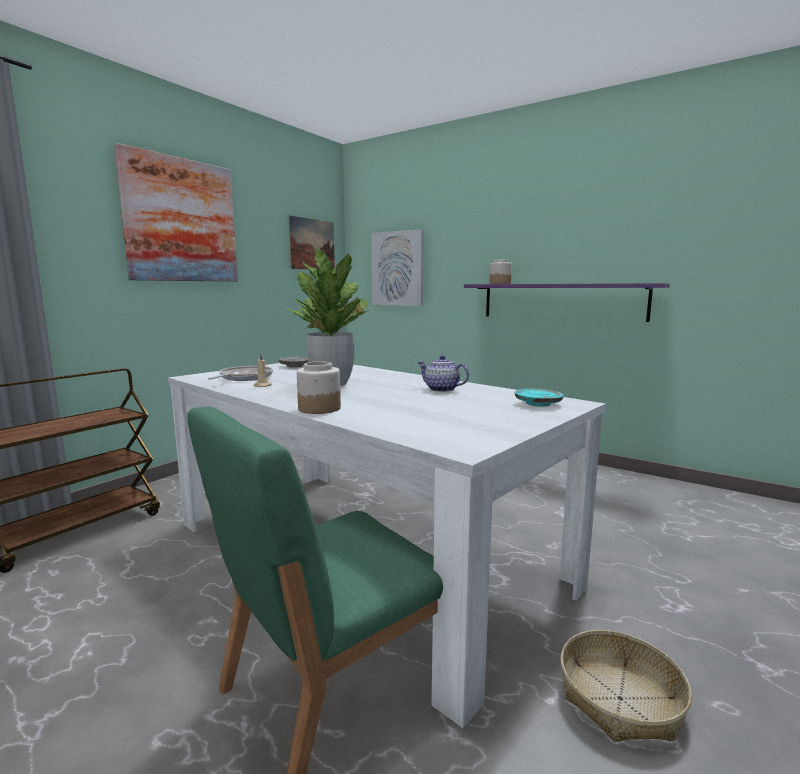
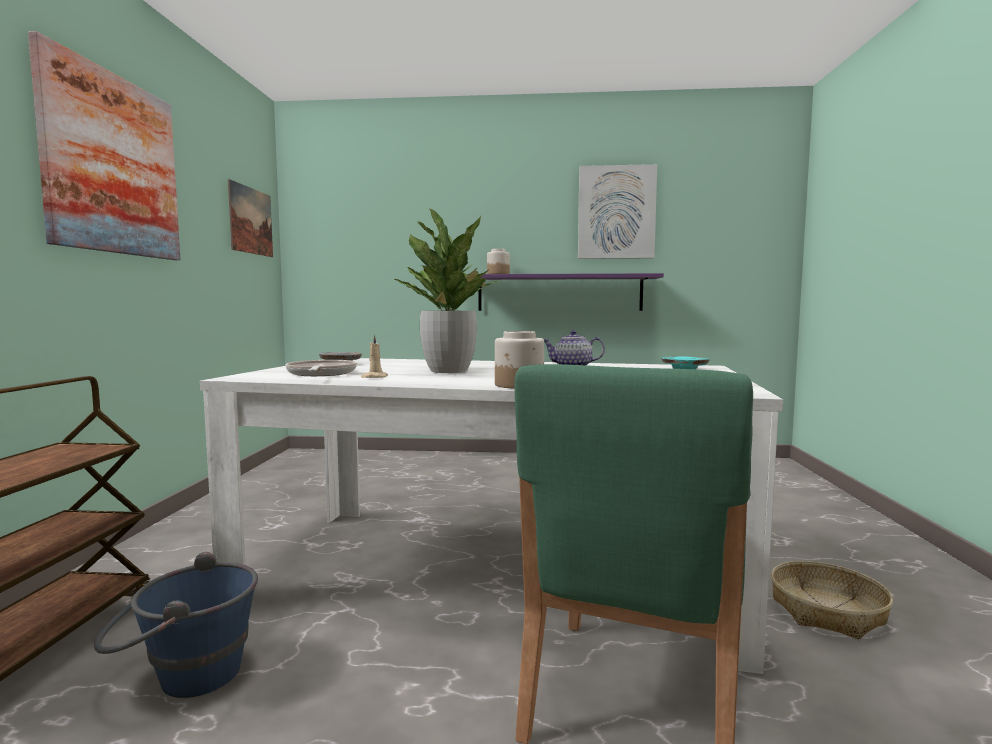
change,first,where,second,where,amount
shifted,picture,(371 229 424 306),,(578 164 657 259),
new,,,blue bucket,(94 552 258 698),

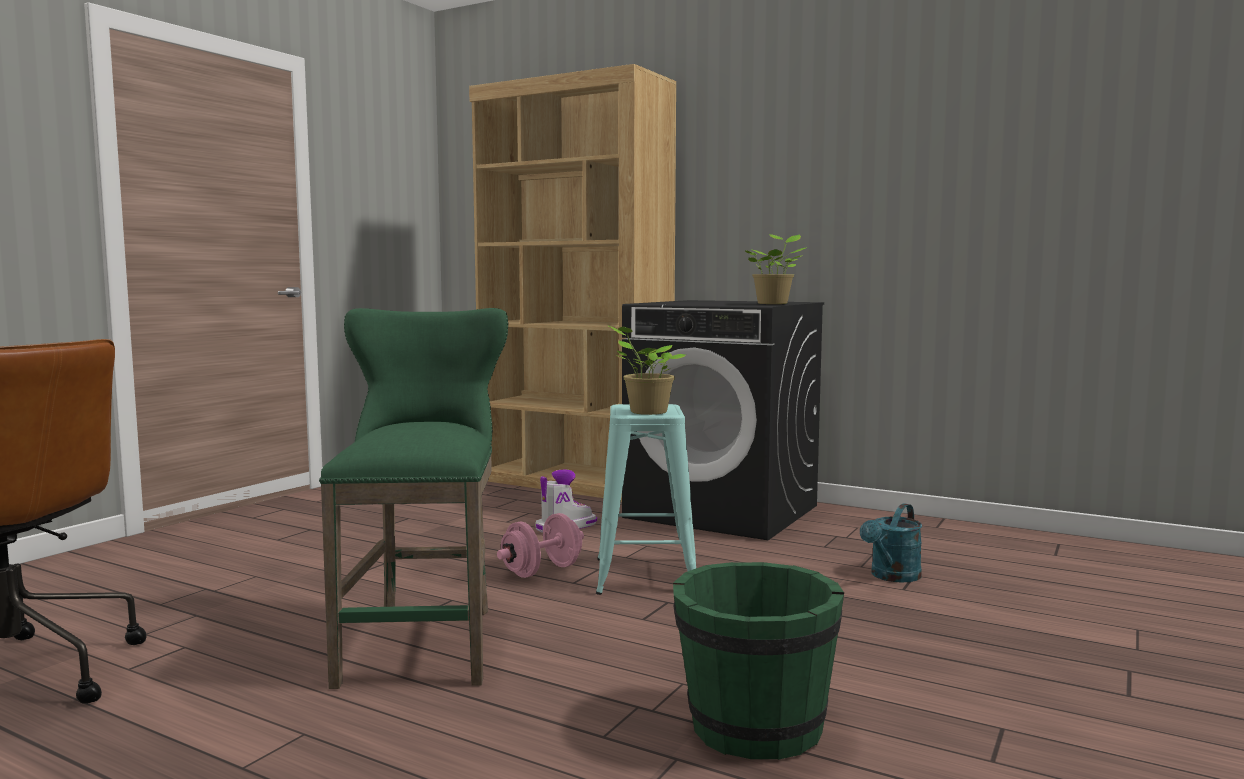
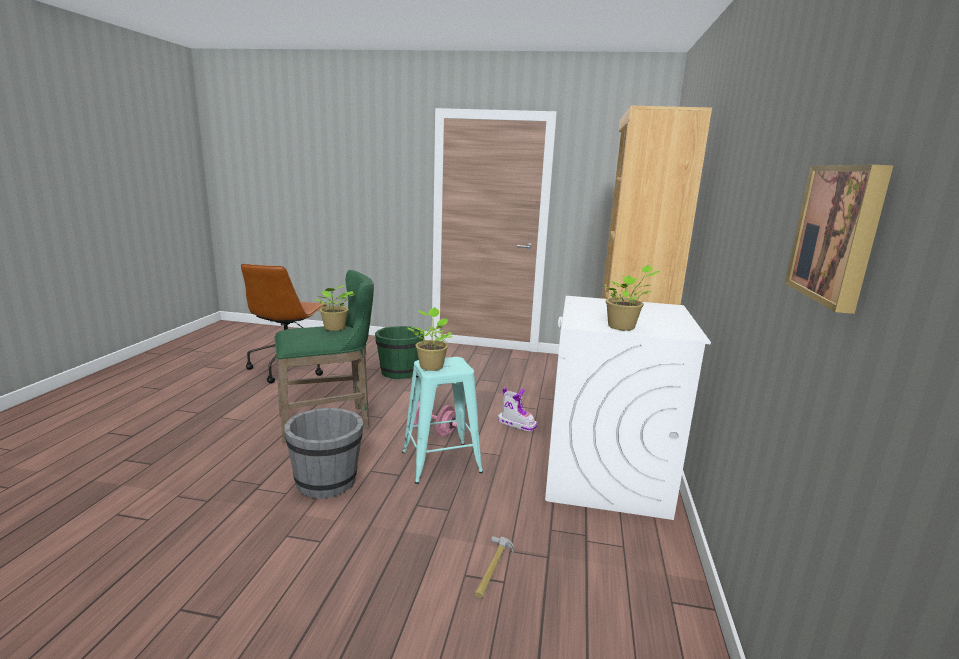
change,first,where,second,where,amount
repainted,black washing machine,(622 300 824 540),white washing machine,(545 296 711 520),
swapped,turquoise watering can,(860 503 922 583),hammer,(475 536 514 599),
shifted,green bucket,(673 562 844 760),,(375 326 425 379),
new,,,picture,(785 165 893 314),
new,,,potted plant,(316 285 355 331),
new,,,grey bucket,(285 408 364 499),

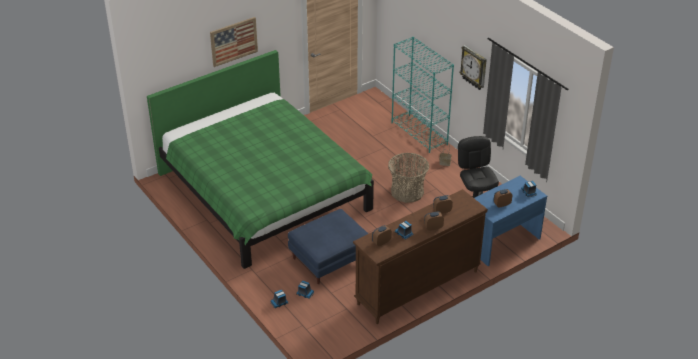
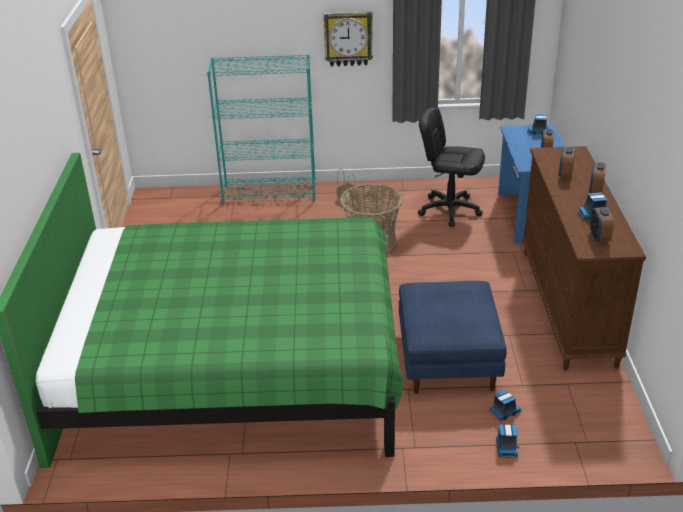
change,first,where,second,where,amount
gone,picture,(210 17 258 67),,,

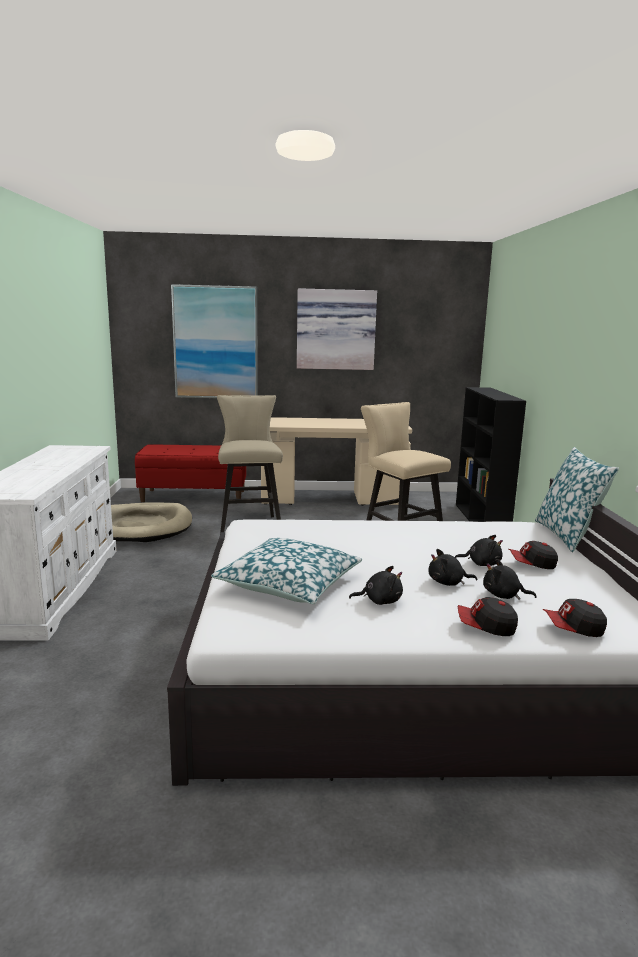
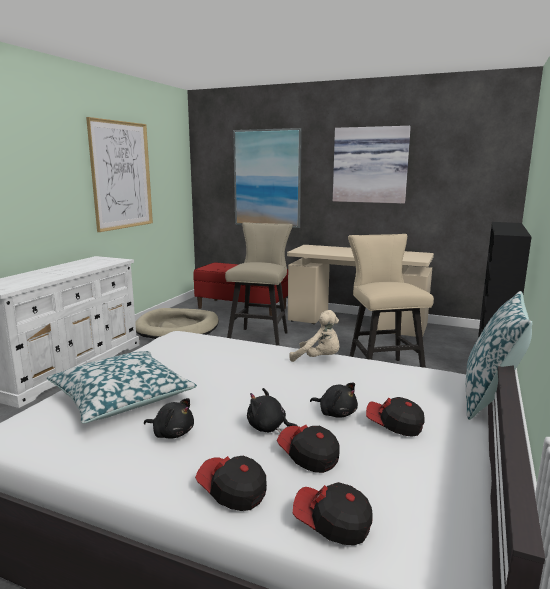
change,first,where,second,where,amount
swapped,black plush toy,(483 559 537 600),cap,(277 425 339 473),
new,,,picture,(86 117 153 232),
new,,,beige plush toy,(289 310 340 362),

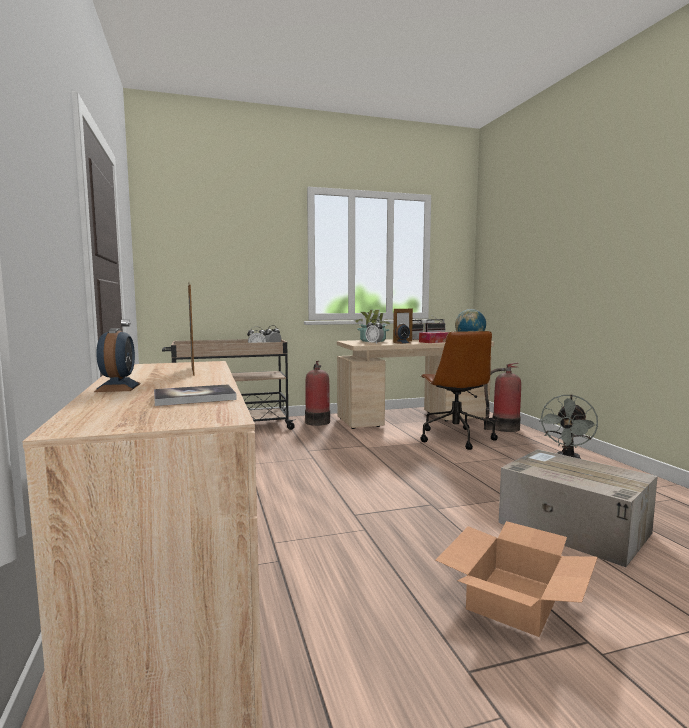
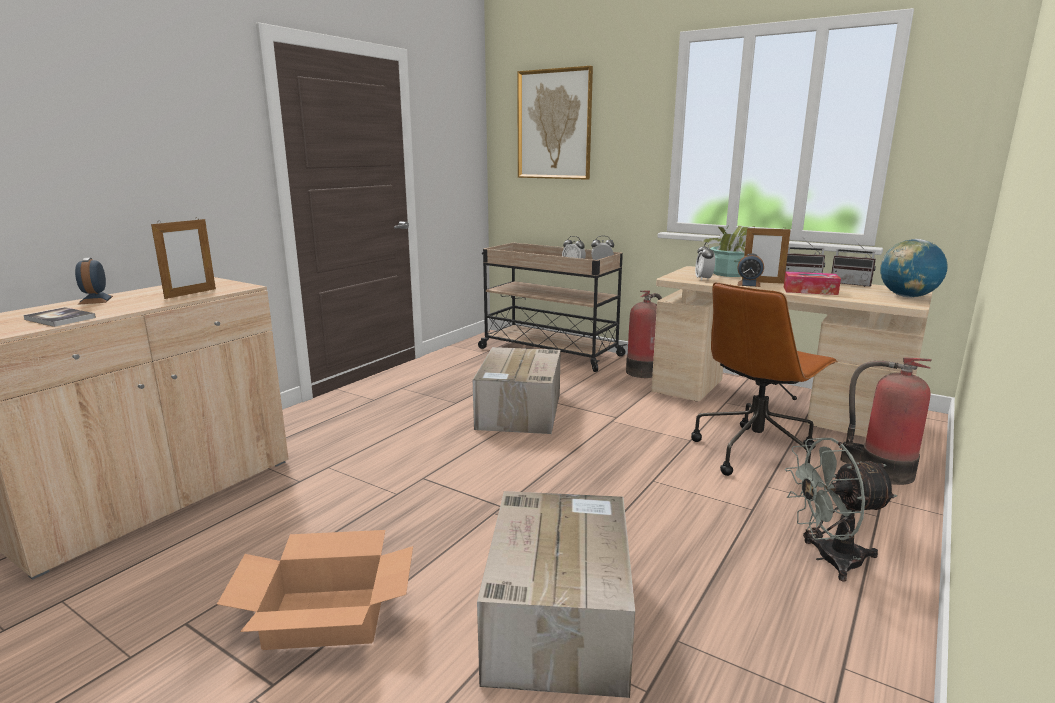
change,first,where,second,where,amount
rotated,alarm clock,(94 328 141 392),,(75 258 113 305),120 degrees clockwise
new,,,picture,(517 66 593 180),
new,,,cardboard box,(473 347 561 434),

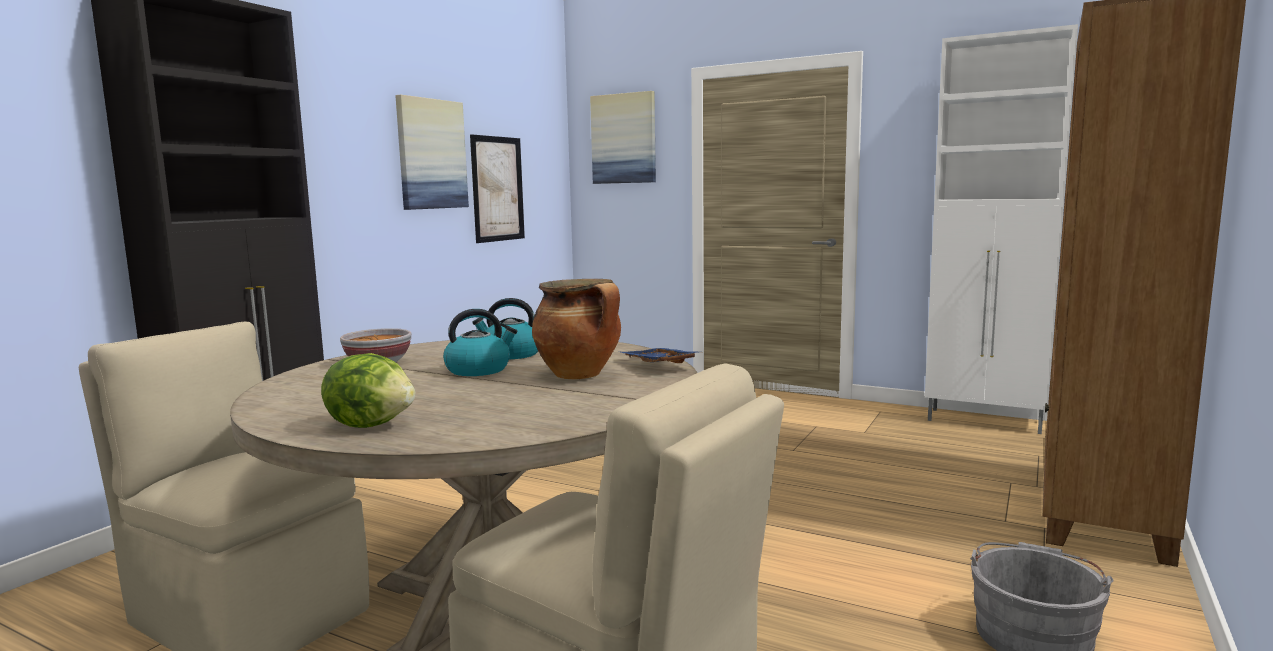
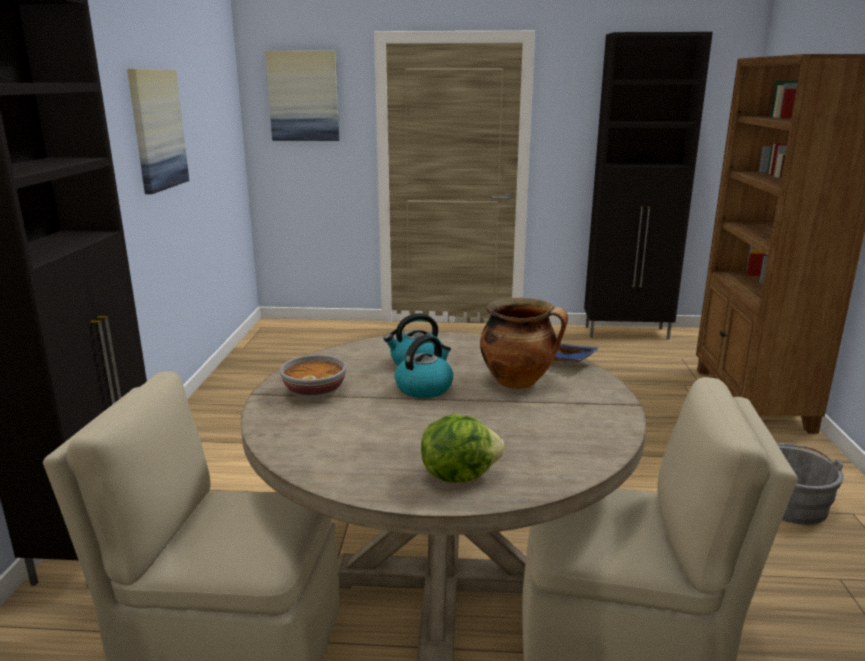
change,first,where,second,where,amount
repainted,white cabinet,(925 24 1078 434),black cabinet,(584 32 713 340),
gone,picture,(470 135 525 243),,,

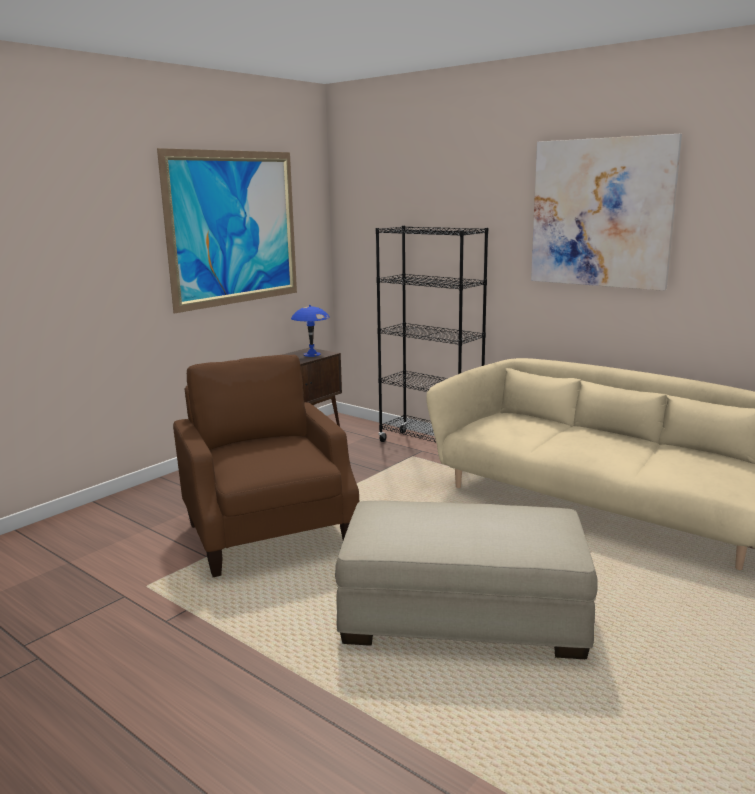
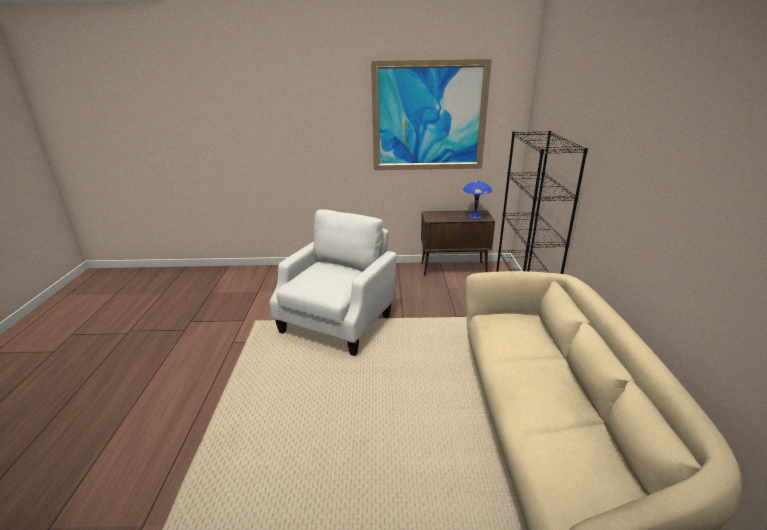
change,first,where,second,where,amount
gone,picture,(531 134 682 291),,,
repainted,brown armchair,(173 354 359 577),white armchair,(270 209 396 356),
gone,beige ottoman,(335 500 598 659),,,

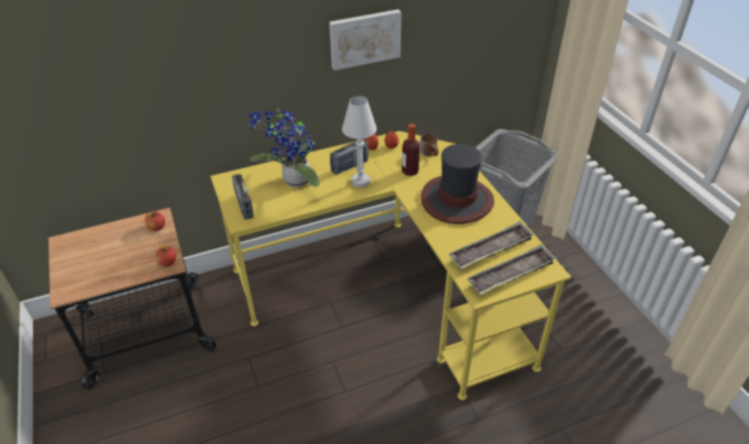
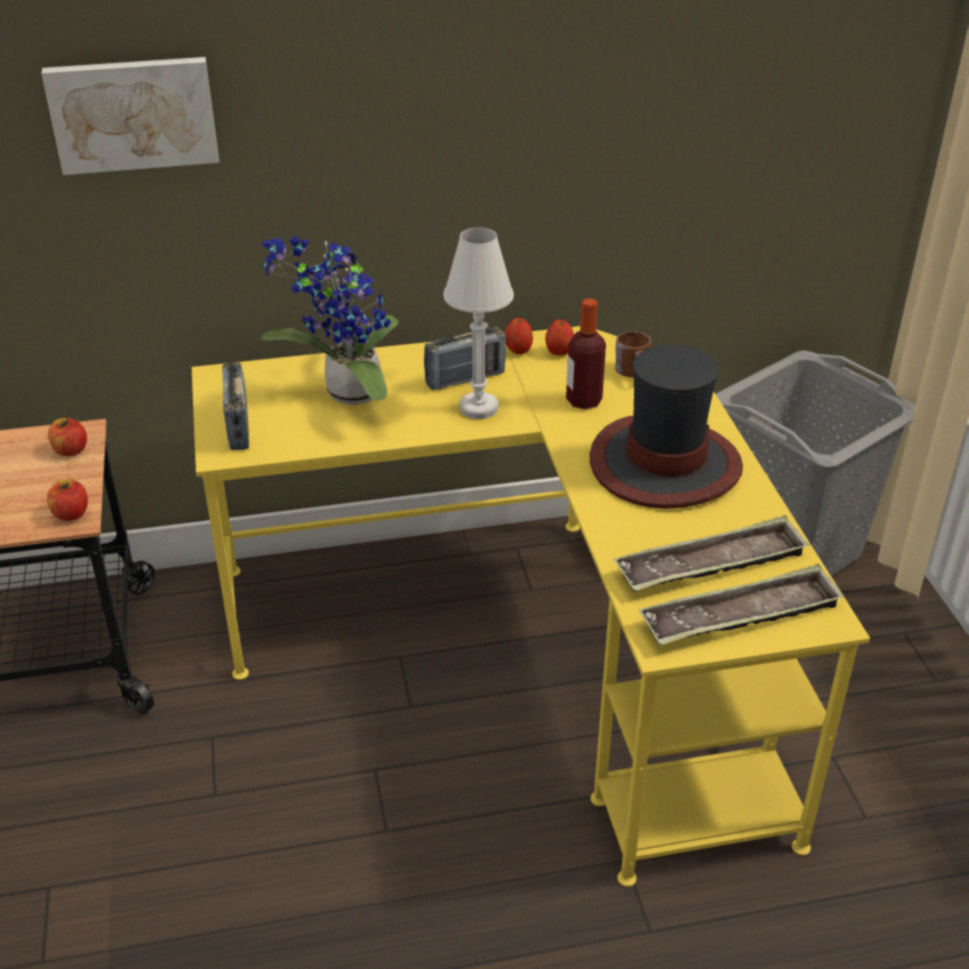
change,first,where,second,where,amount
shifted,picture,(329 9 401 71),,(41 57 219 175),

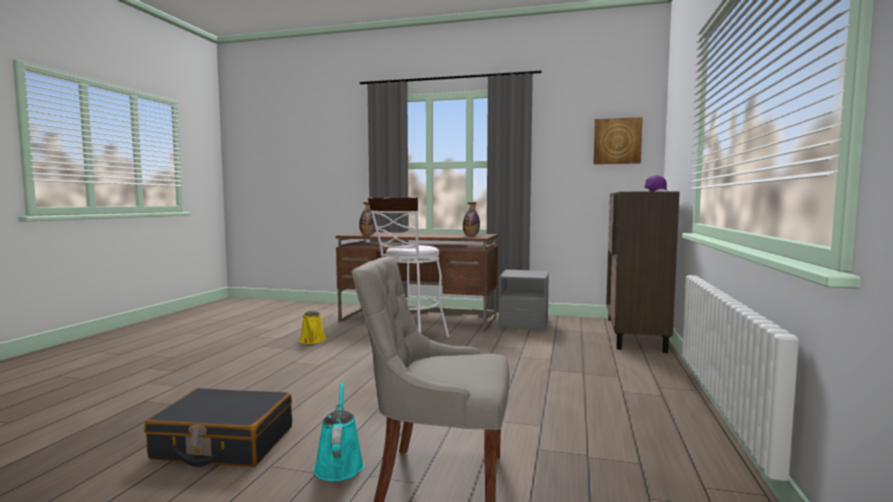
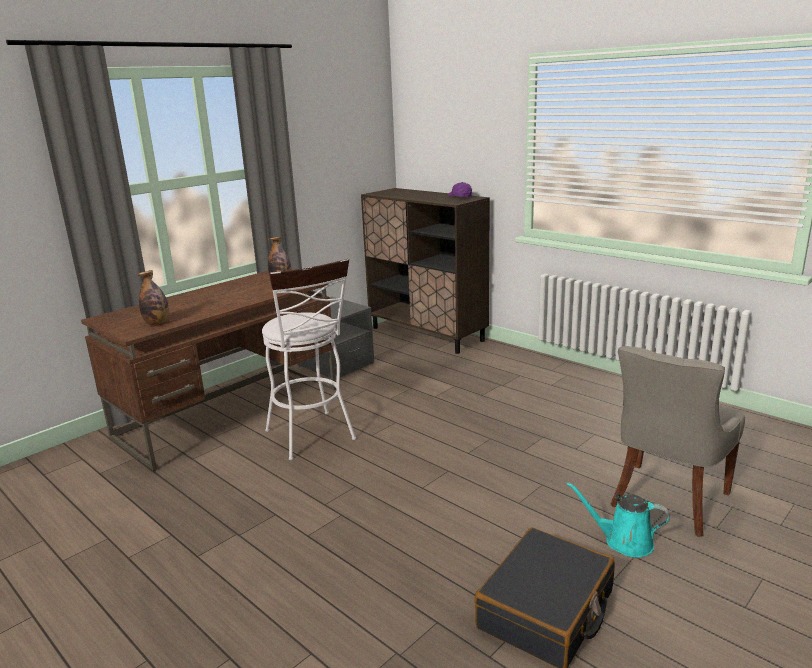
change,first,where,second,where,amount
gone,picture,(594 117 643 164),,,
gone,yellow watering can,(299 310 326 344),,,

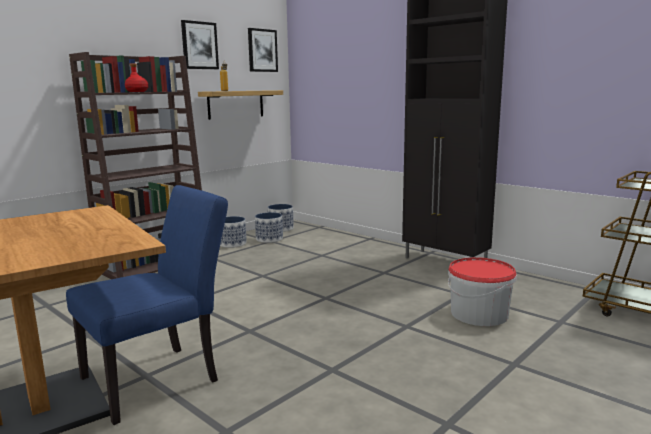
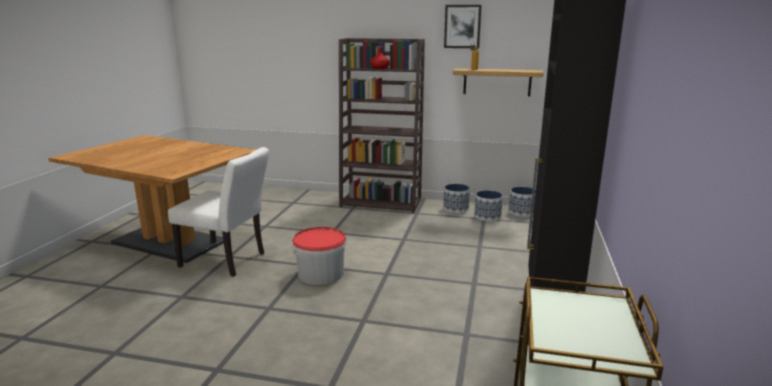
change,first,where,second,where,amount
gone,picture,(248 28 278 72),,,
repainted,blue chair,(66 185 228 425),white chair,(168 147 269 277),
shifted,bucket,(448 257 517 326),,(292 227 347 285),

